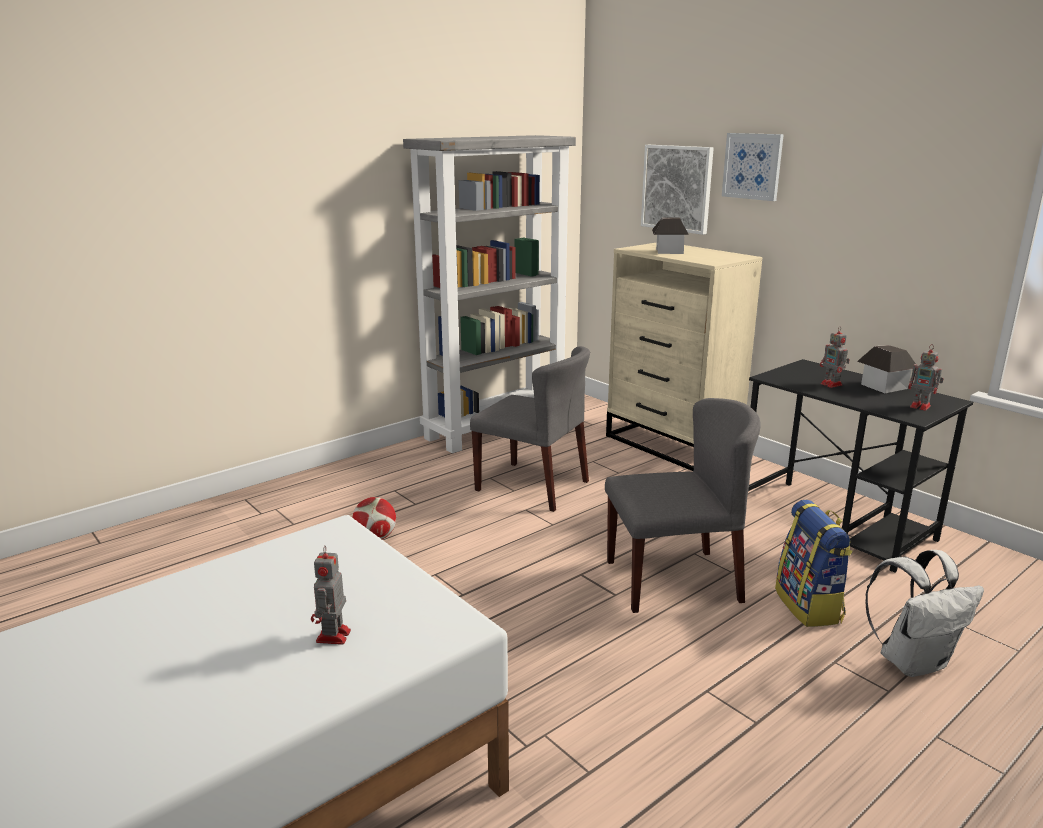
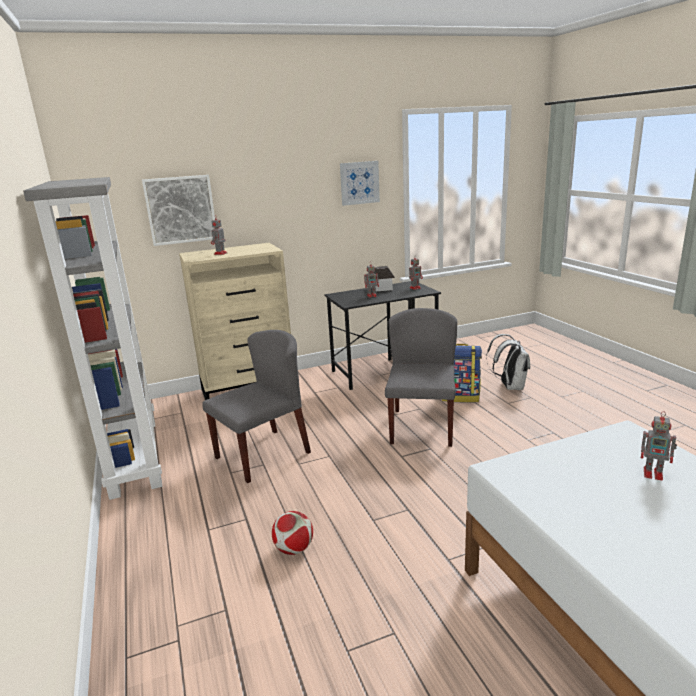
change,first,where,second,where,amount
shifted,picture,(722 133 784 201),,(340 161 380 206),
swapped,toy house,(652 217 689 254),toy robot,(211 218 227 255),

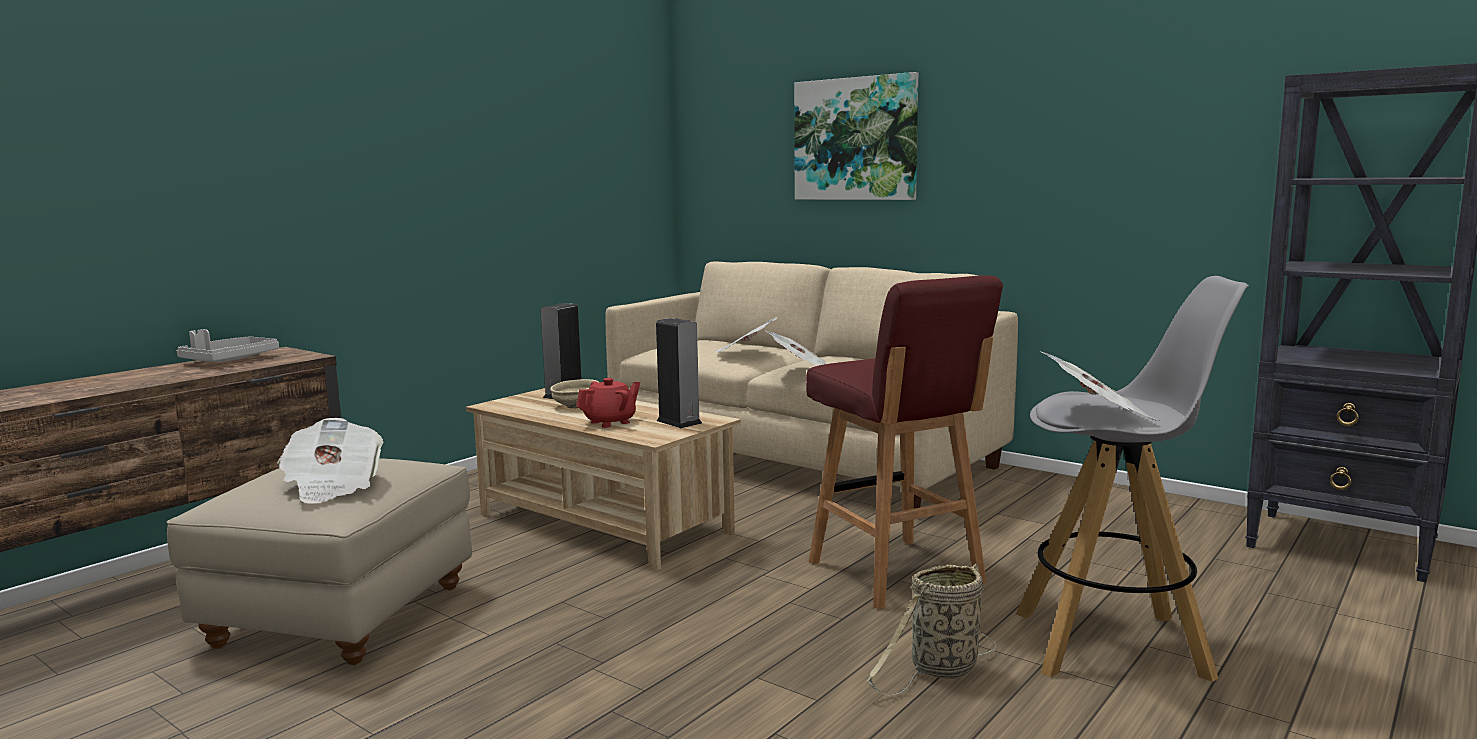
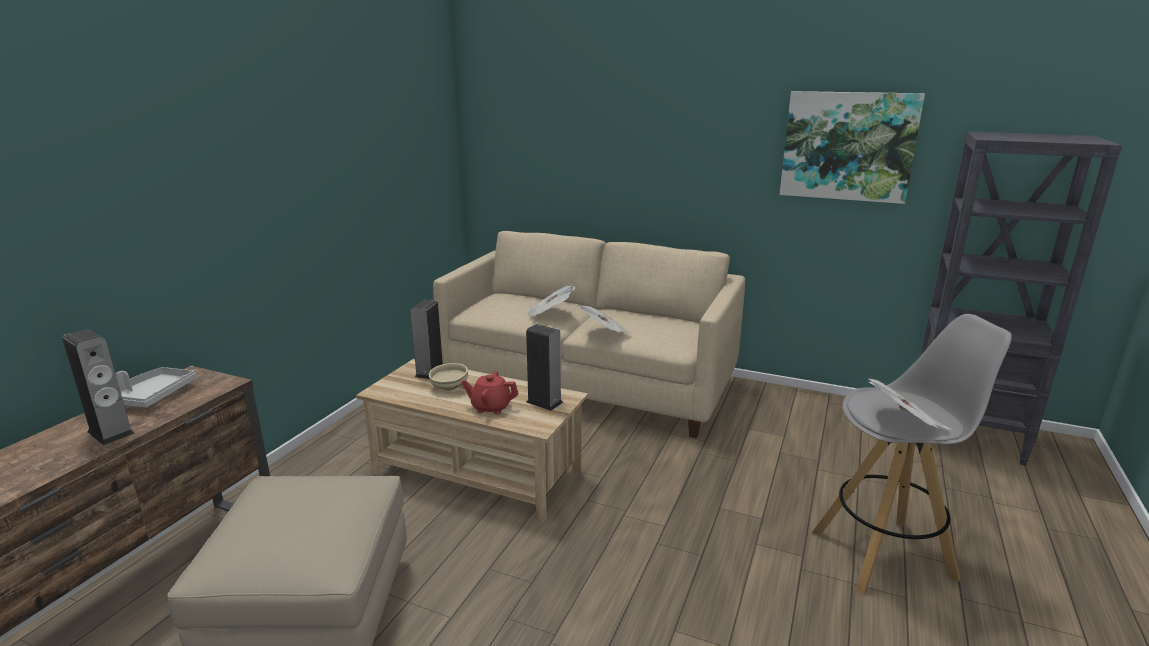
change,first,where,second,where,amount
shifted,picture,(794 72 918 200),,(779 91 925 204),
gone,red stool,(806 276 1003 610),,,
rotated,red teapot,(576 378 640 428),,(461 371 519 414),120 degrees counterclockwise
gone,newspaper,(278 418 384 504),,,
gone,basket,(866 564 996 695),,,
new,,,speaker,(62 329 135 445),

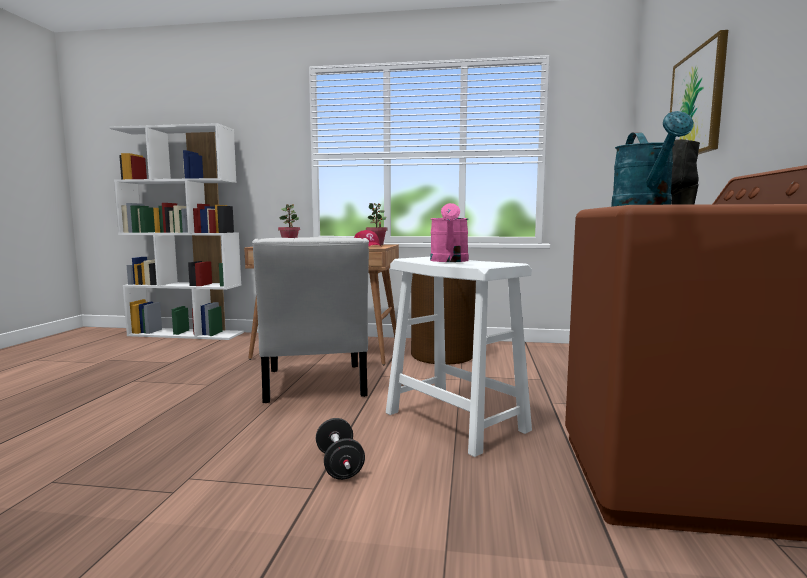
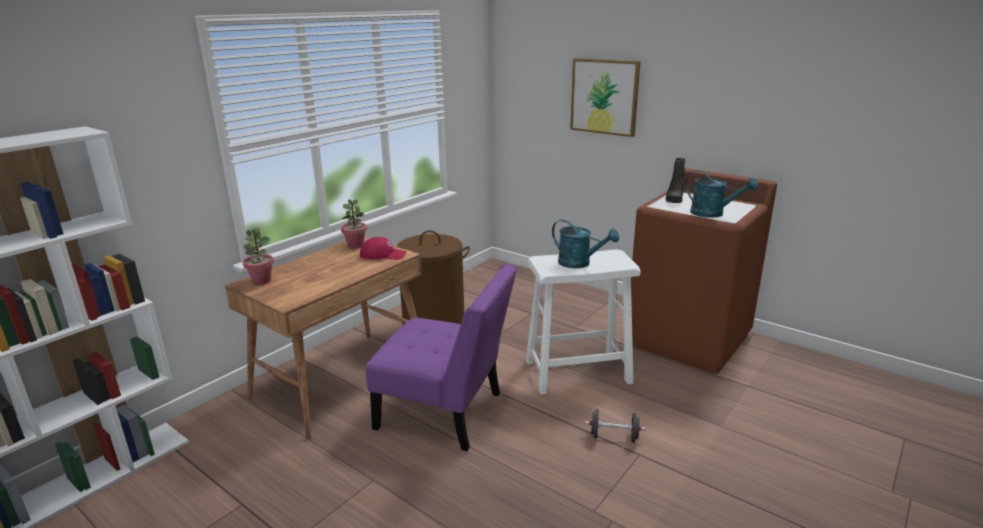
change,first,where,second,where,amount
repainted,pink watering can,(430 203 469 262),turquoise watering can,(552 220 619 268),
repainted,white chair,(252 237 369 403),purple chair,(366 264 517 451),

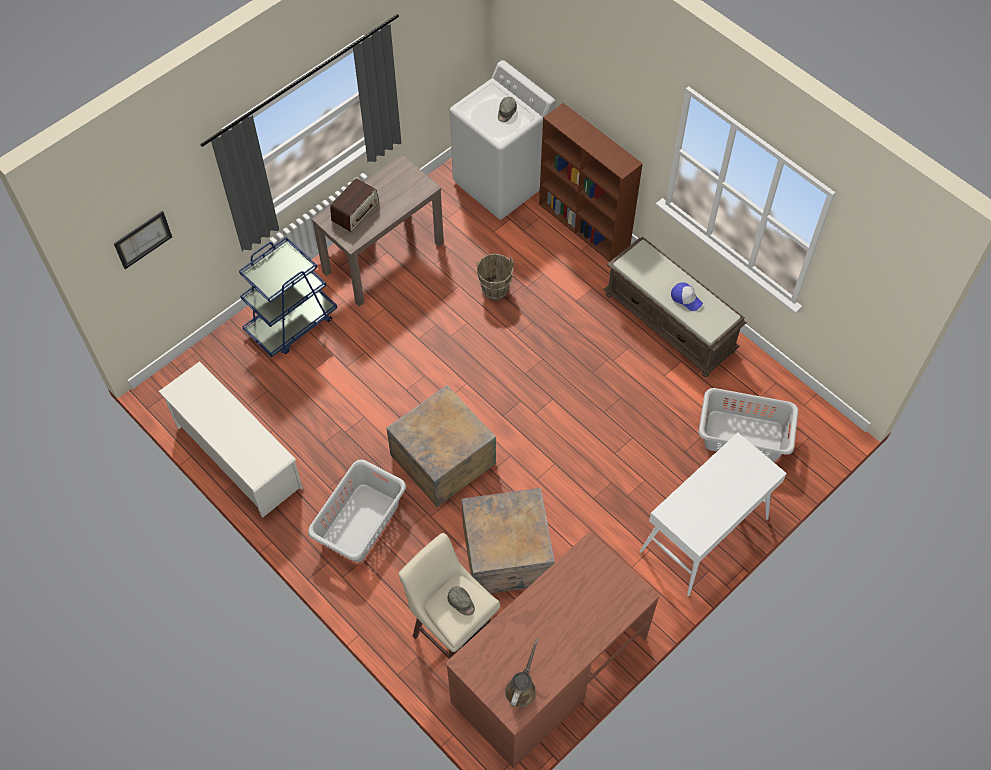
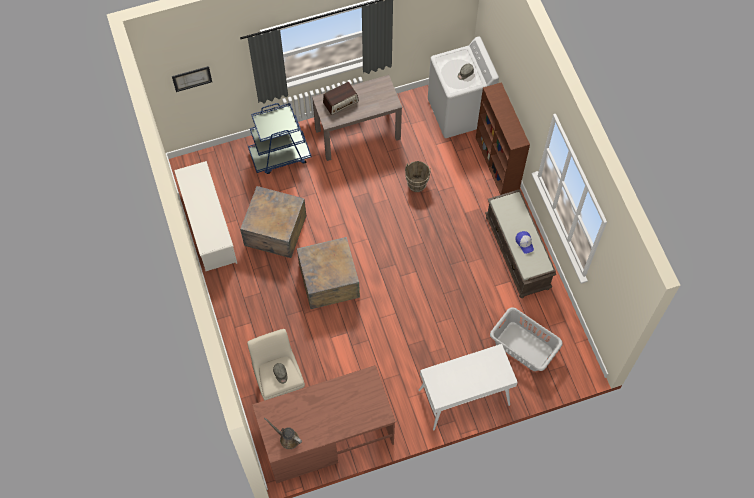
change,first,where,second,where,amount
gone,grey laundry basket,(308 459 406 562),,,
shifted,crate,(462 488 555 594),,(240 186 306 258),
rotated,brown watering can,(505 638 539 707),,(264 418 302 449),105 degrees counterclockwise

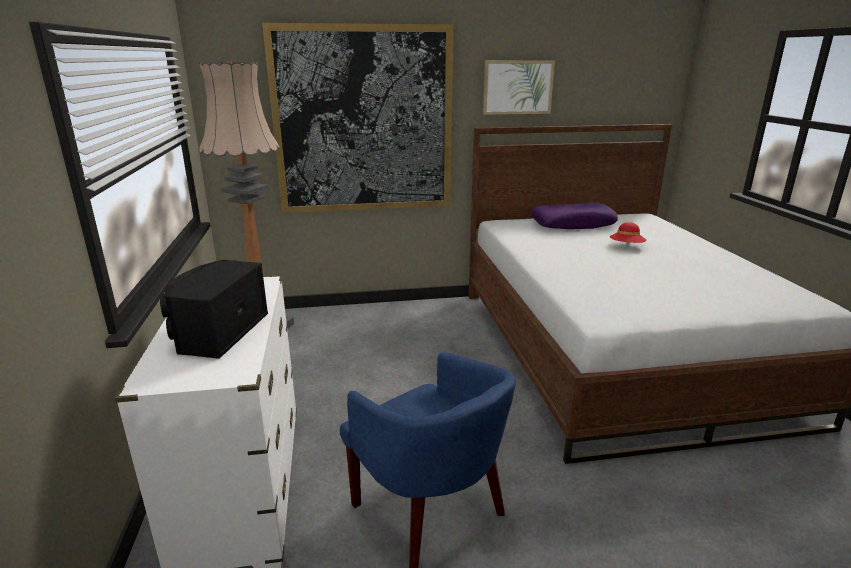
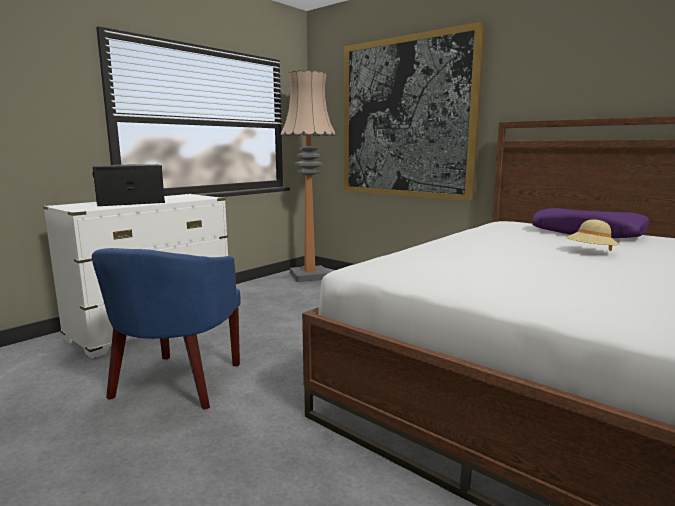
change,first,where,second,where,amount
gone,picture,(483 60 555 115),,,
repainted,red hat,(610 222 646 243),beige hat,(566 219 619 251),

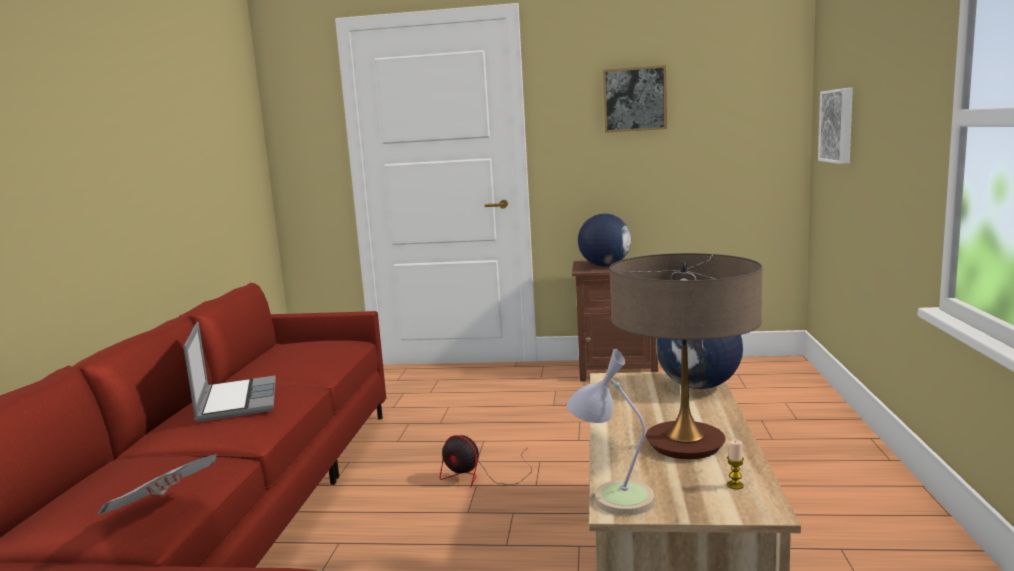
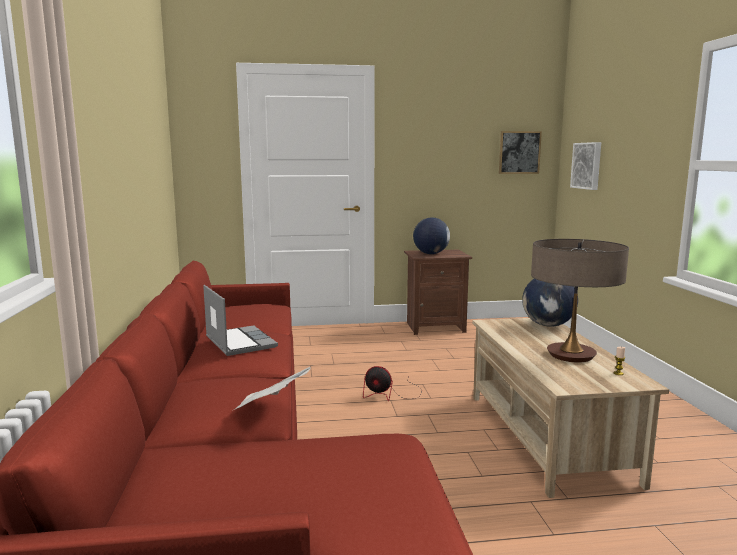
change,first,where,second,where,amount
shifted,picture,(603 65 667 133),,(499 131 542 174),
gone,table lamp,(566 349 655 516),,,

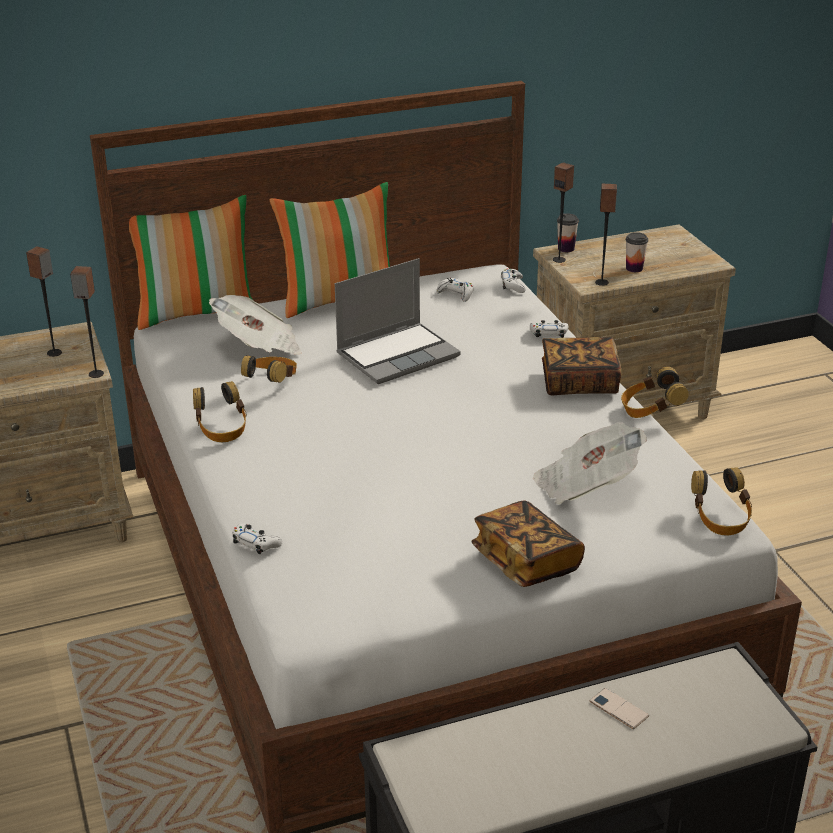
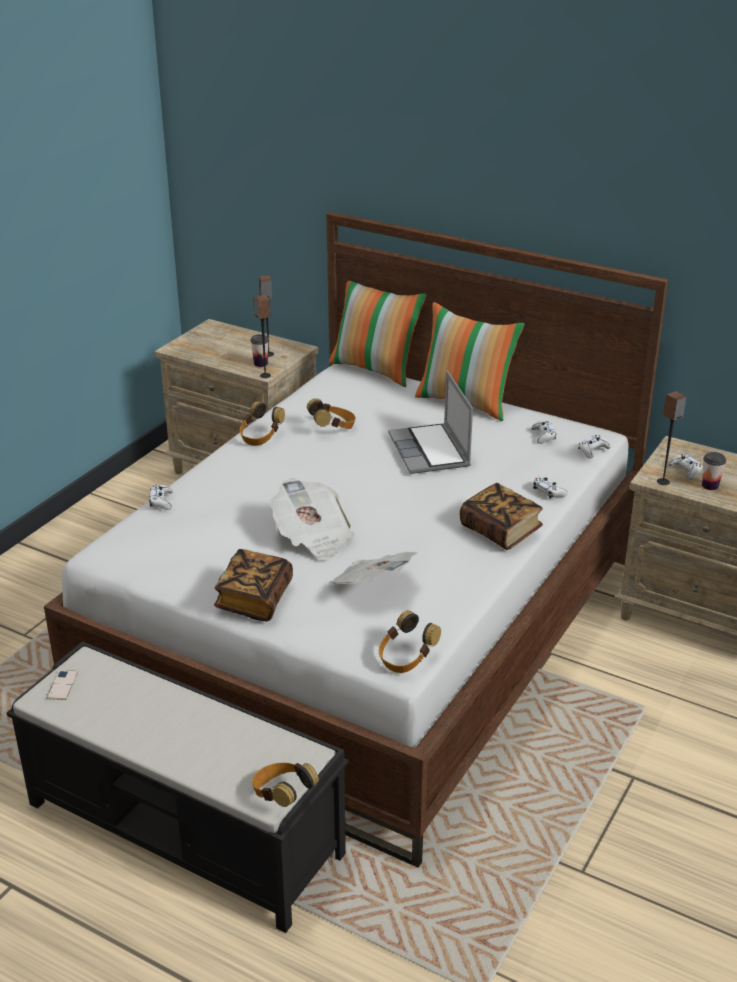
change,first,where,second,where,amount
gone,speaker,(553 162 574 263),,,
shifted,cup,(557 214 579 252),,(251 334 269 367),
rotated,laptop,(335 258 461 384),,(388 370 473 474),60 degrees clockwise
shifted,newspaper,(209 295 302 355),,(270 478 355 561),
shifted,headphones,(621 367 689 418),,(252 763 319 807),
shifted,phone,(589 688 649 729),,(46 670 78 700),
new,,,white game controller,(668 454 703 479),

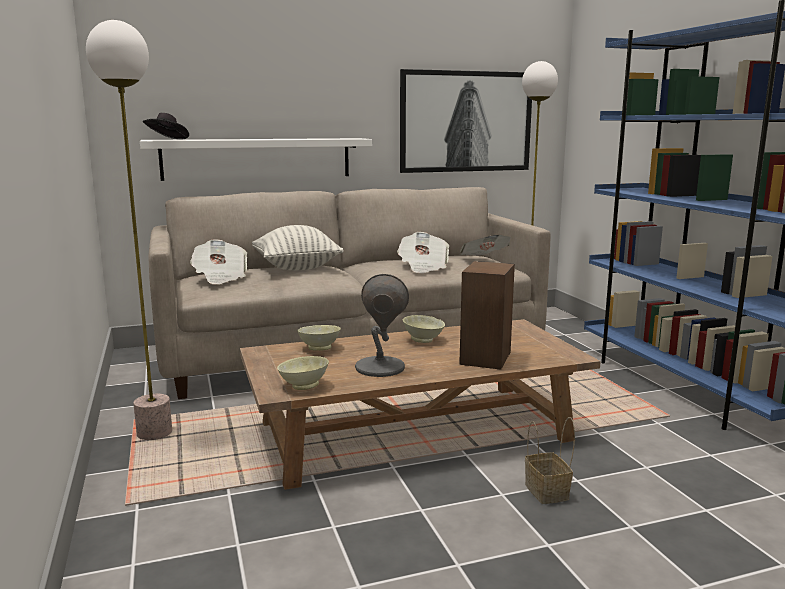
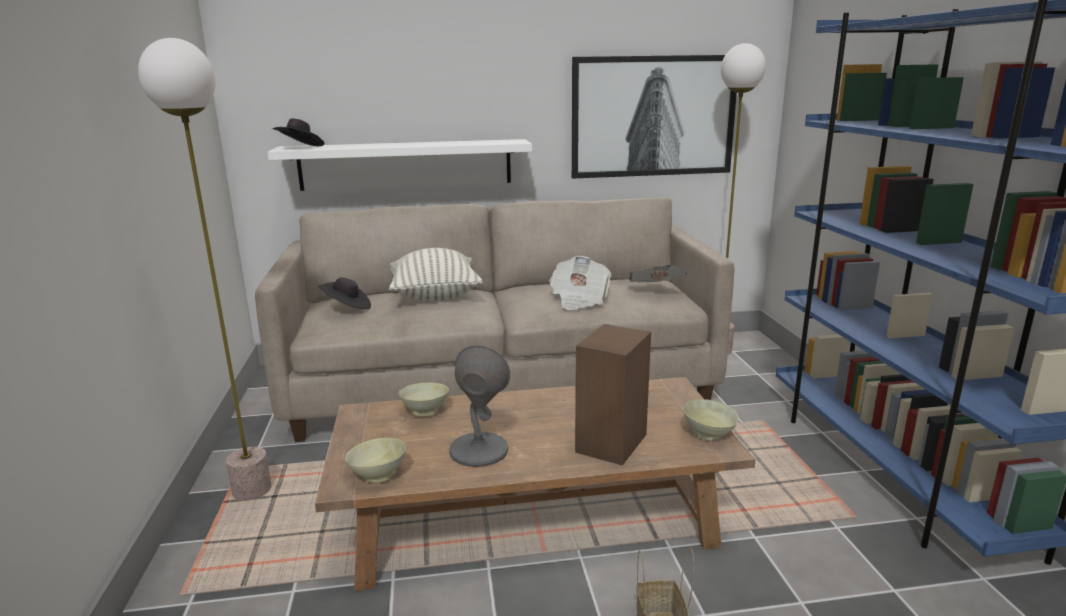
change,first,where,second,where,amount
swapped,newspaper,(190 240 247 284),black hat,(319 277 371 309),
shifted,beige bowl,(403 315 445 343),,(683 399 739 441),

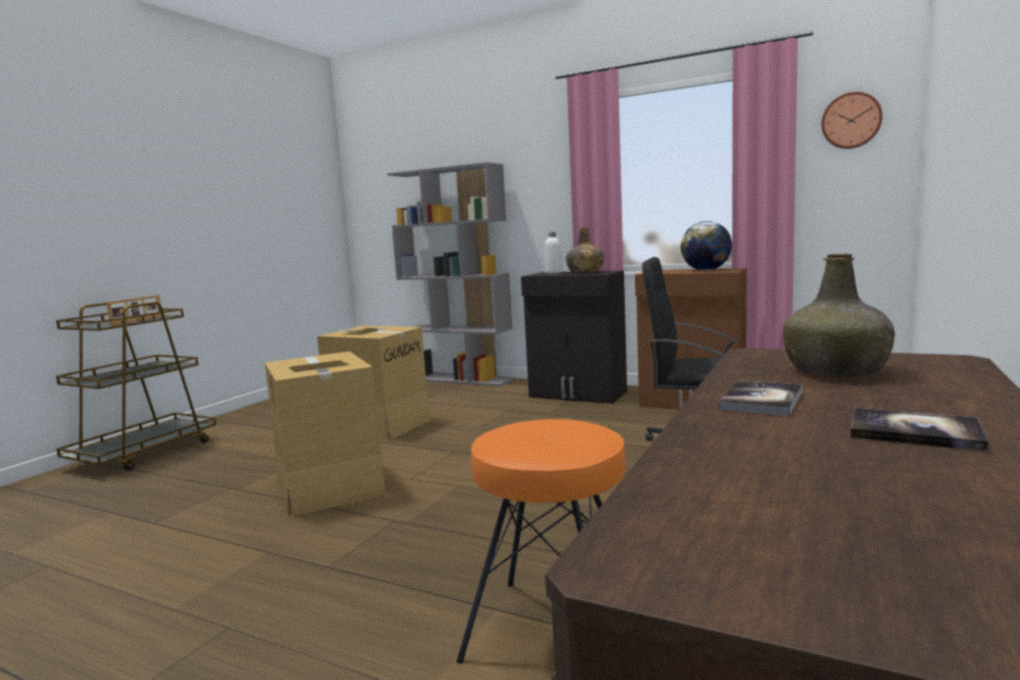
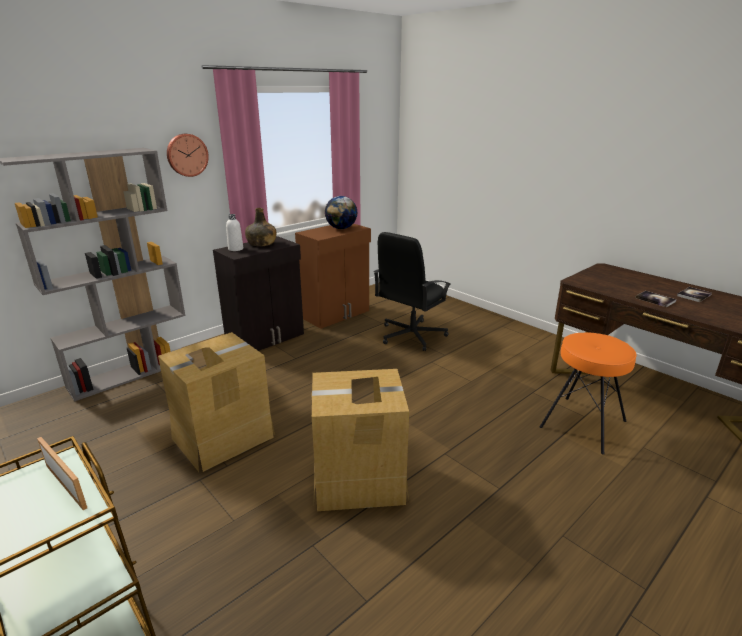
change,first,where,second,where,amount
shifted,wall clock,(821 92 883 149),,(167 134 209 177),
gone,green bottle,(783 253 895 377),,,

